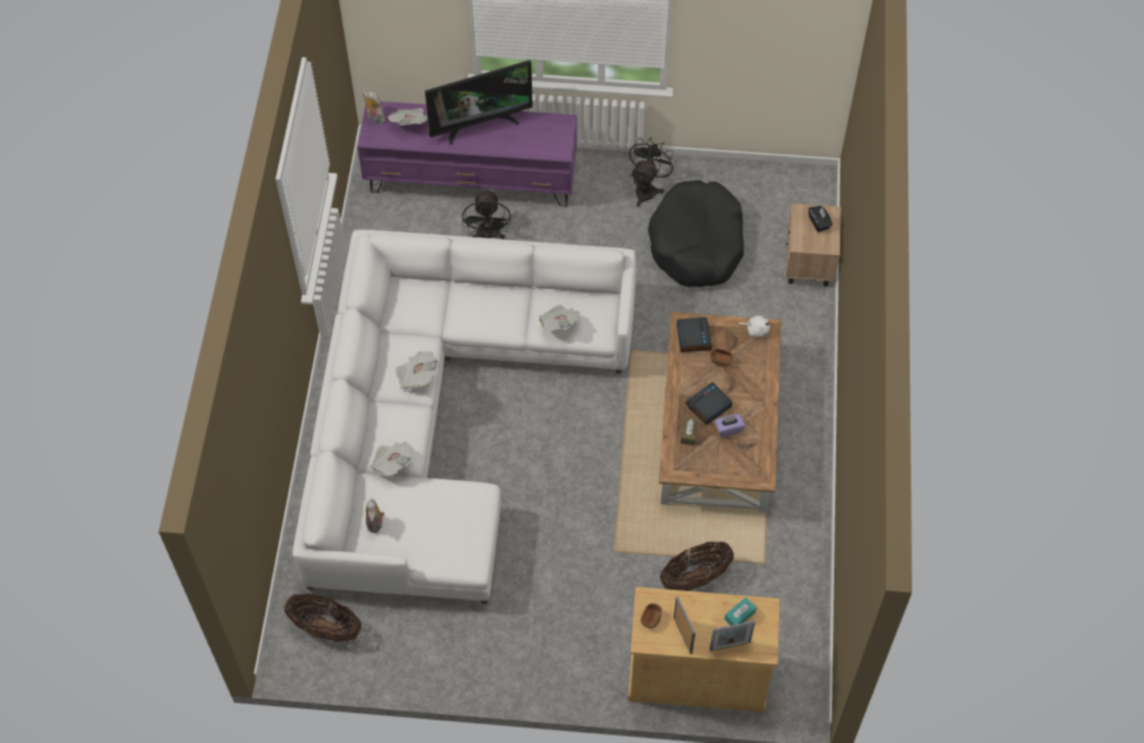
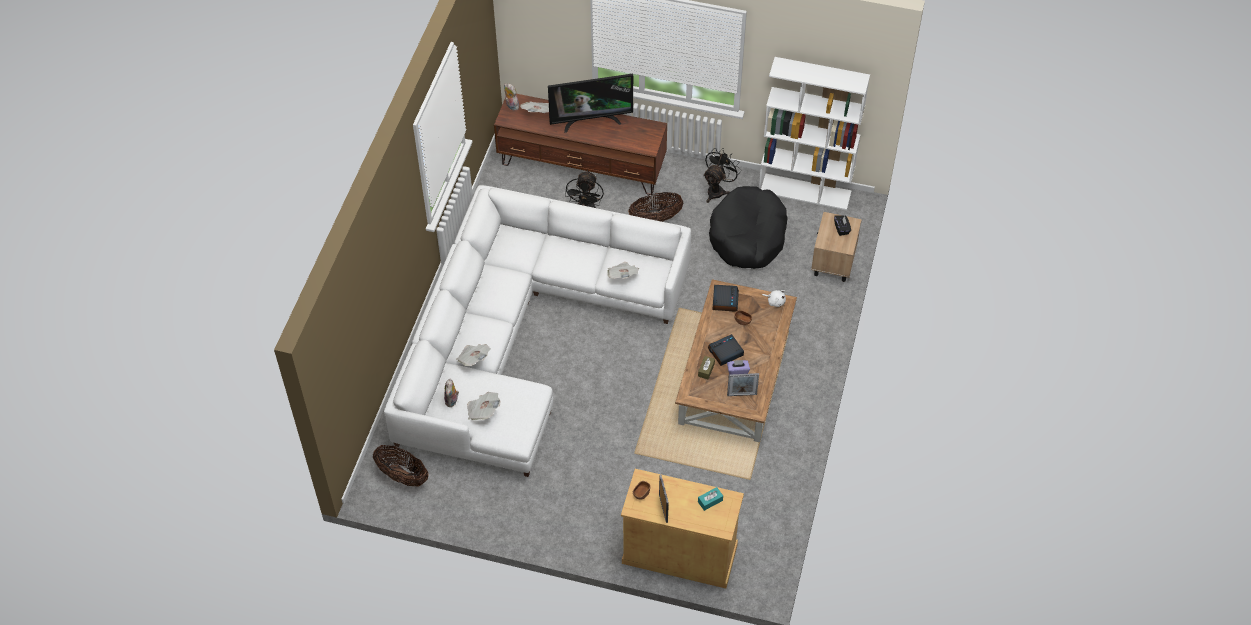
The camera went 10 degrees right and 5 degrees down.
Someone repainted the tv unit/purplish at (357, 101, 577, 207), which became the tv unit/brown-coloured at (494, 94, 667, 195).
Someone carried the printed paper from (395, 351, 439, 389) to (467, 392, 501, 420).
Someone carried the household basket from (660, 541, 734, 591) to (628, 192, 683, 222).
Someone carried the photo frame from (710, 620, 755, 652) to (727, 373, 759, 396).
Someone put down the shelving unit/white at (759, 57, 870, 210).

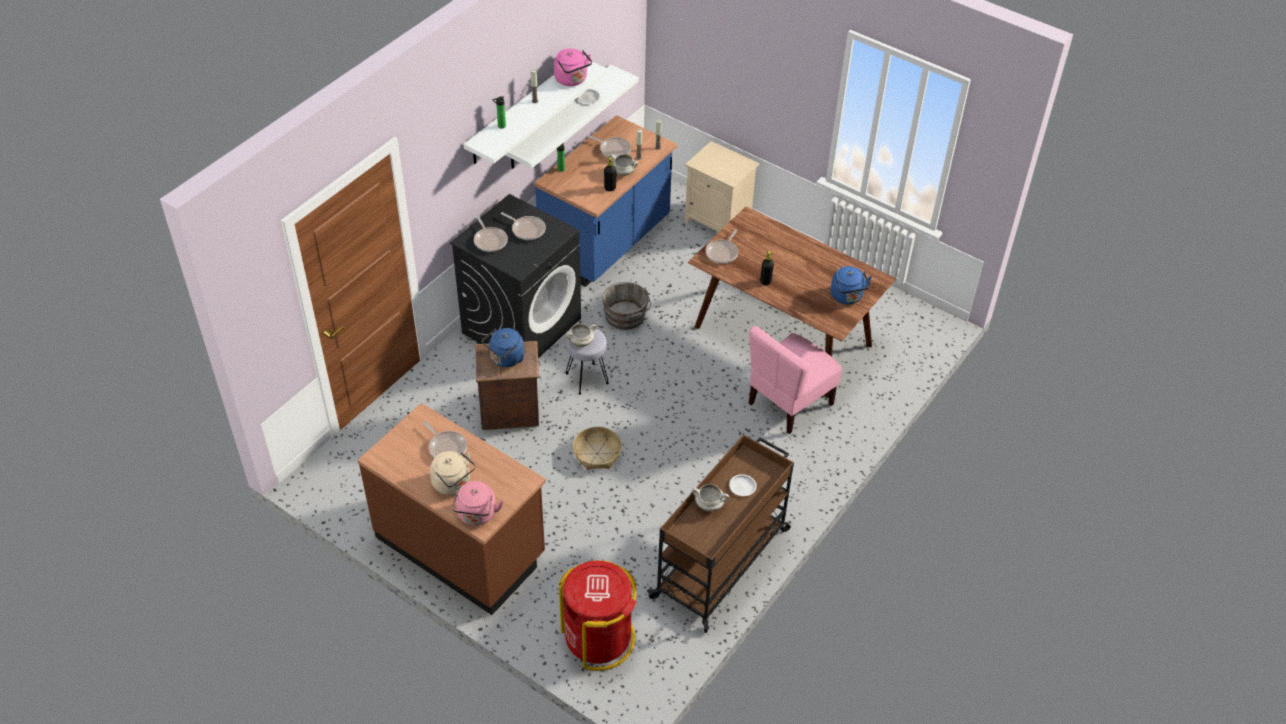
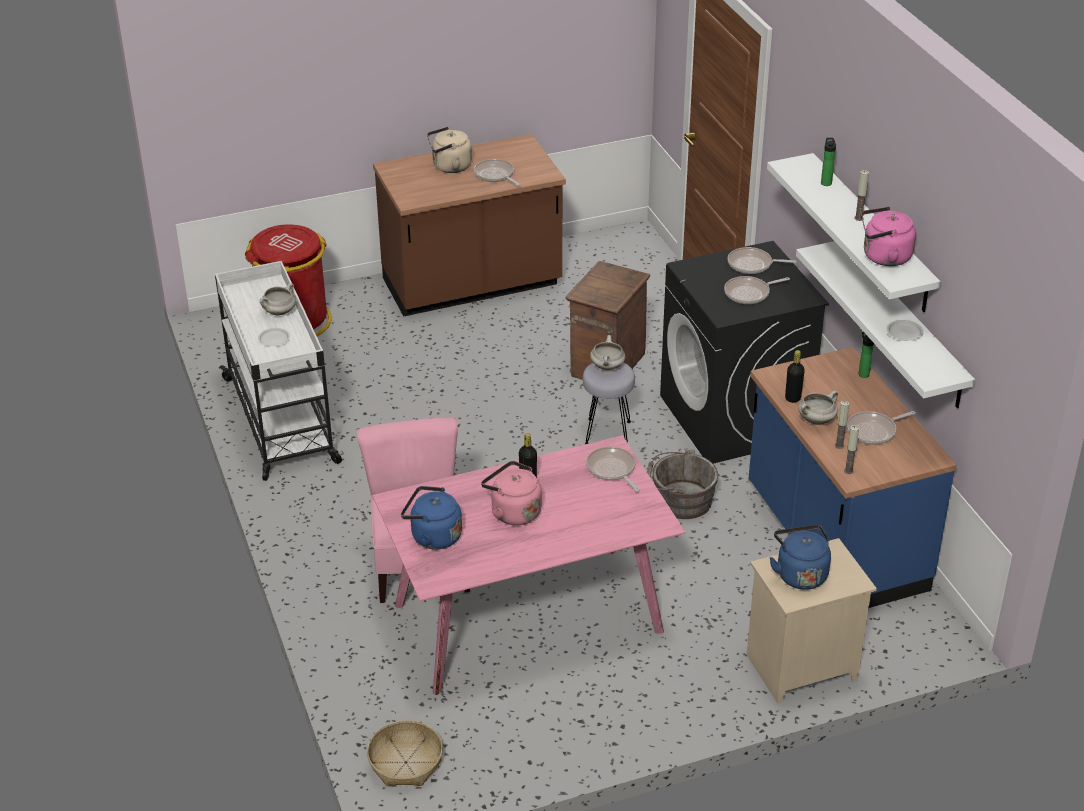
The camera went 125 degrees right and 10 degrees down.
Someone rotated the skillet at (423, 421, 467, 458) by 60 degrees clockwise.
Someone carried the tea kettle/pink from (452, 481, 504, 526) to (481, 461, 542, 525).
Someone carried the tea kettle/blue-coloured from (482, 328, 524, 367) to (769, 525, 831, 590).
Someone carried the household basket from (573, 427, 622, 470) to (367, 720, 443, 786).
Someone repainted the trolley/brown-coloured at (647, 434, 794, 633), which became the trolley/white at (215, 261, 342, 481).
Someone repainted the dinner table/brown-coloured at (688, 206, 896, 398), which became the dinner table/pink at (372, 435, 685, 695).

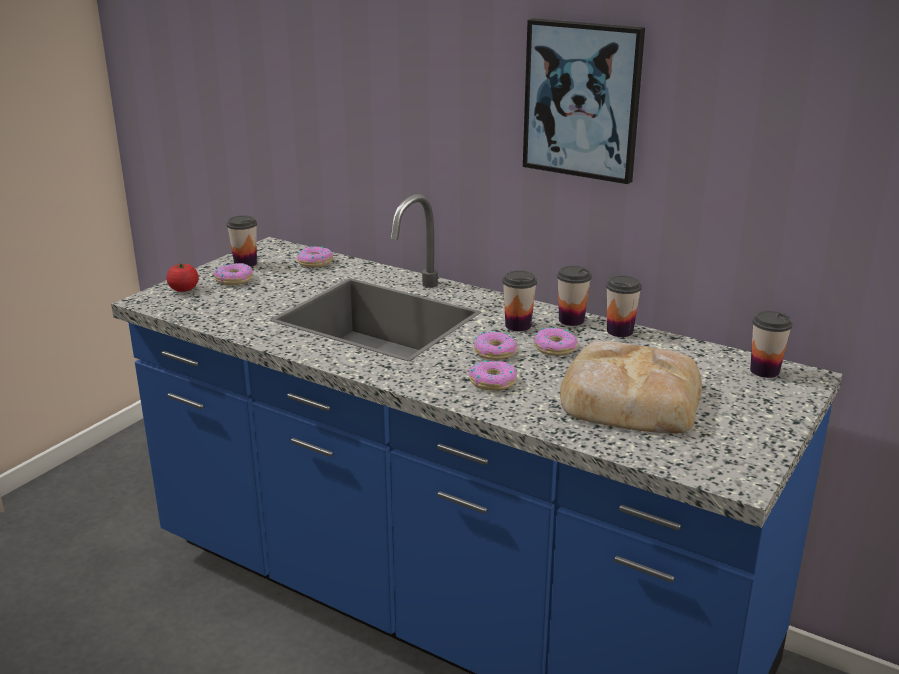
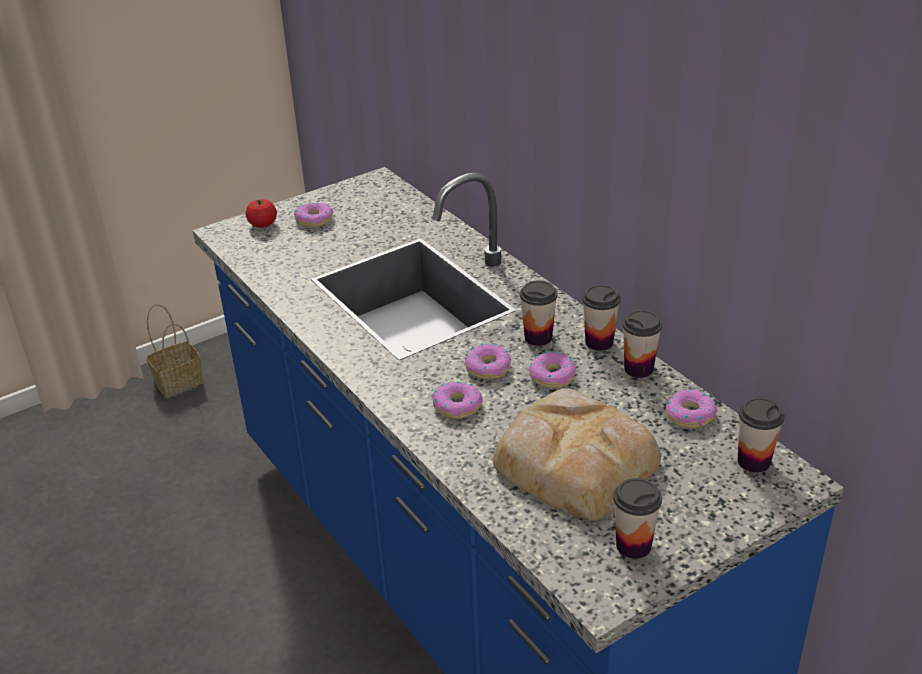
The camera went 25 degrees right and 10 degrees up.
Someone carried the small cup from (227, 215, 257, 267) to (613, 478, 662, 559).
Someone carried the doughnut from (297, 246, 333, 268) to (665, 389, 718, 429).
Someone took away the wall art at (523, 18, 645, 184).
Someone put down the household basket at (146, 304, 203, 397).

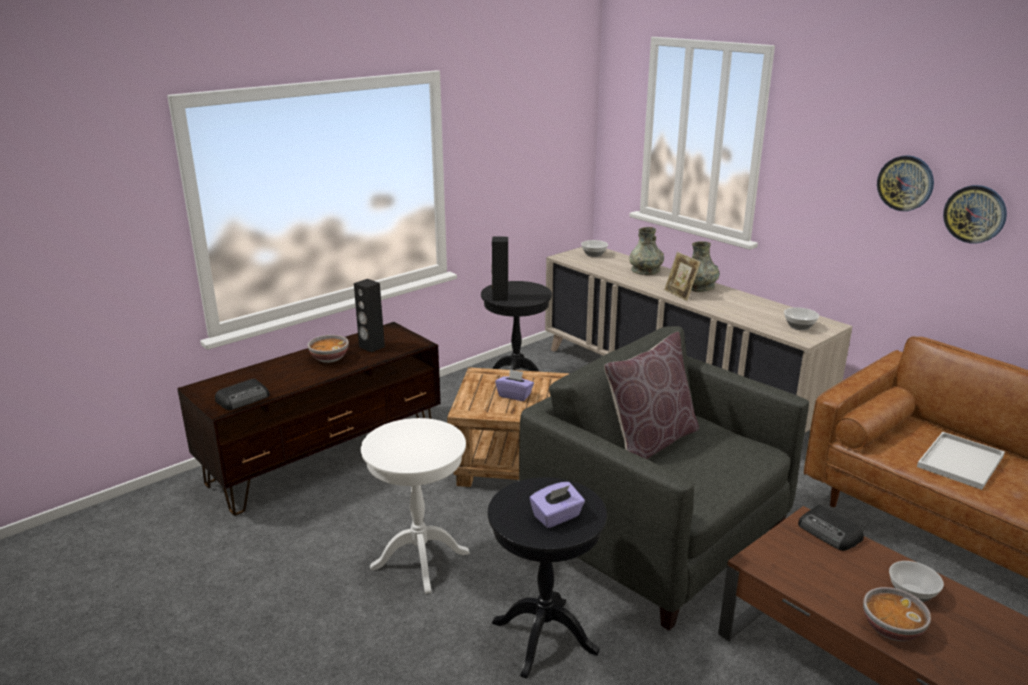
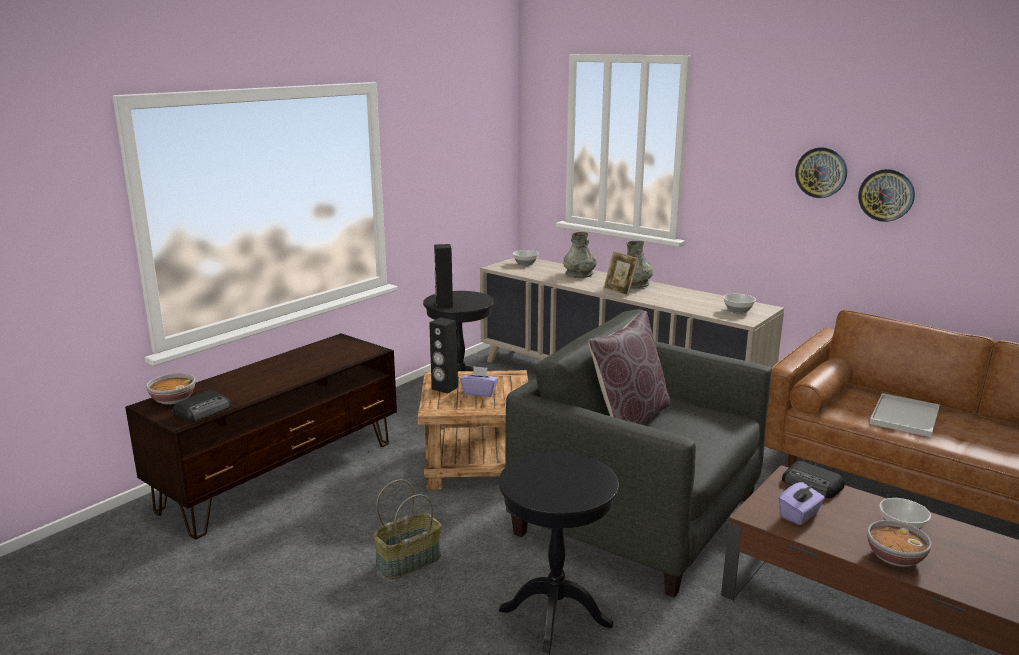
The camera went 10 degrees left and 5 degrees down.
Someone carried the bowl from (308, 335, 349, 363) to (146, 373, 195, 405).
Someone carried the speaker/black-coloured from (354, 279, 385, 352) to (429, 317, 458, 394).
Someone swapped the end table/white at (361, 418, 470, 594) for the household basket at (373, 479, 441, 579).
Someone carried the box of tissues/purplish from (530, 482, 585, 528) to (778, 482, 825, 525).

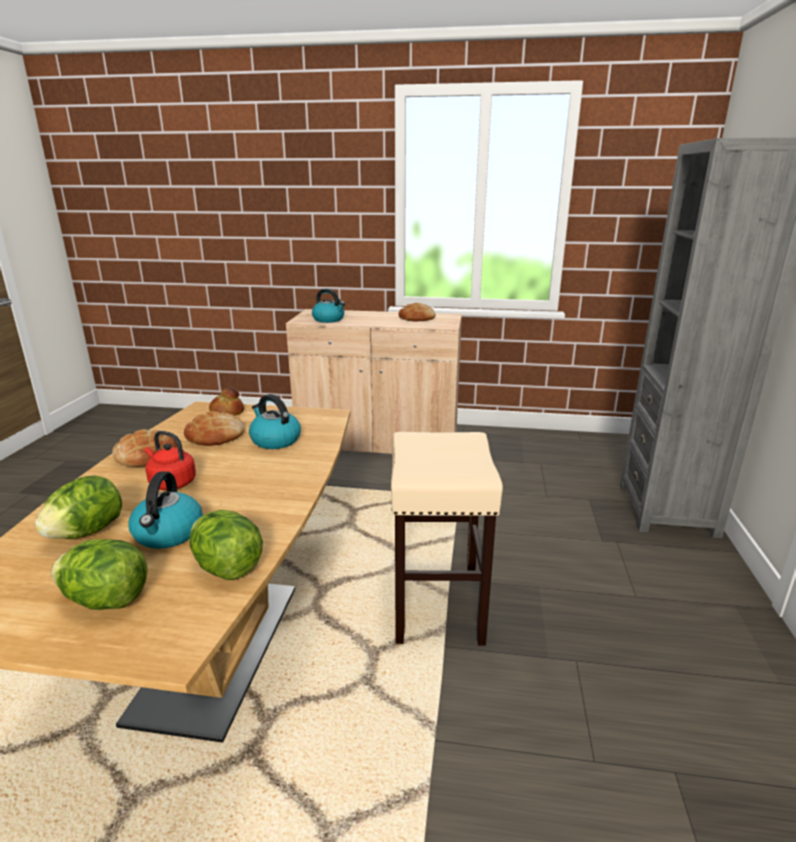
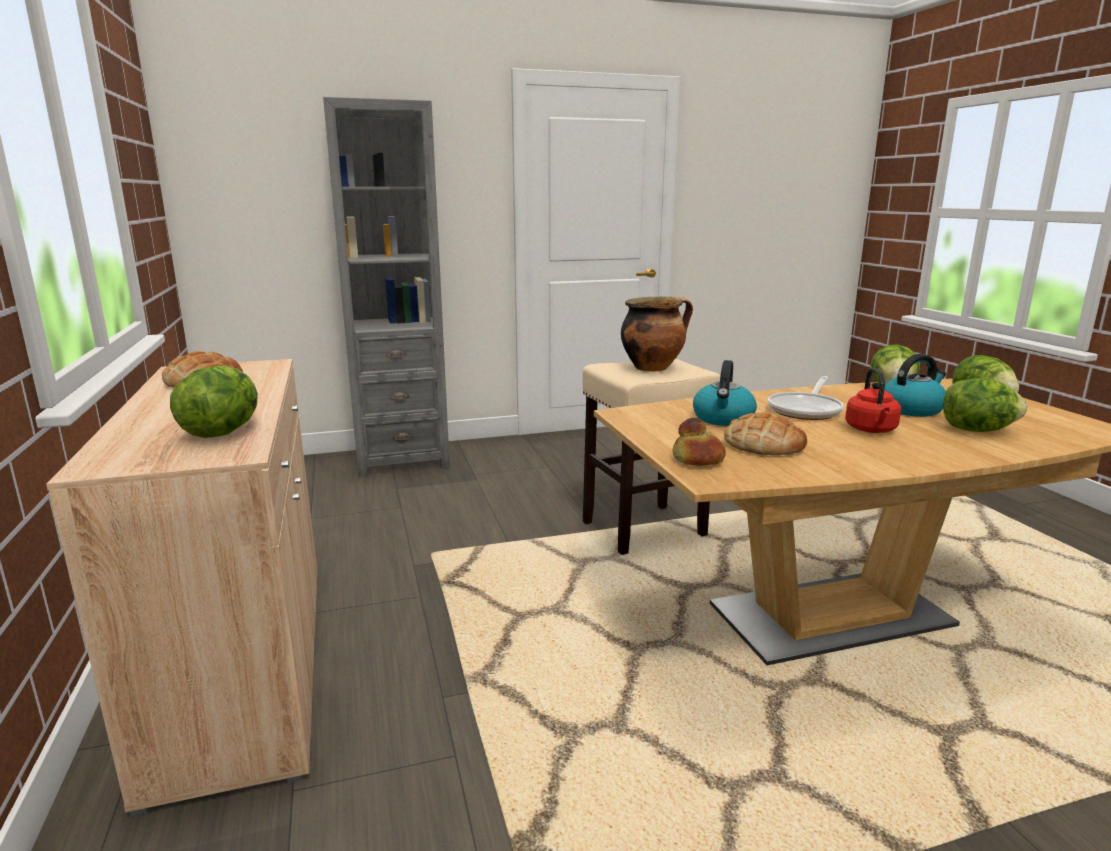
The camera went 115 degrees left and 5 degrees down.
Someone took away the bread at (112, 429, 177, 467).
Someone swapped the tea kettle at (312, 289, 345, 323) for the head of lettuce at (170, 365, 258, 438).
Someone put down the stockpot at (621, 297, 693, 372).
Someone put down the skillet at (768, 376, 844, 420).

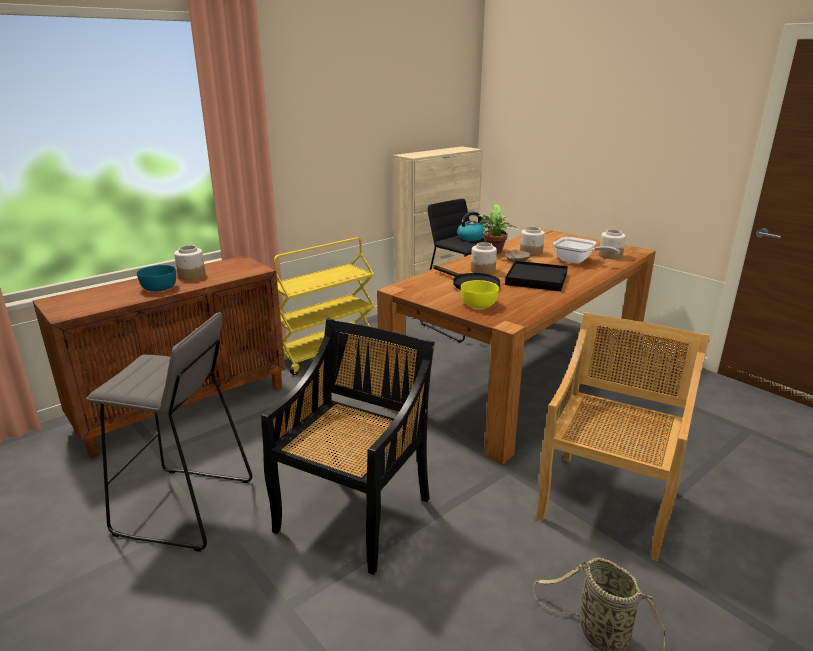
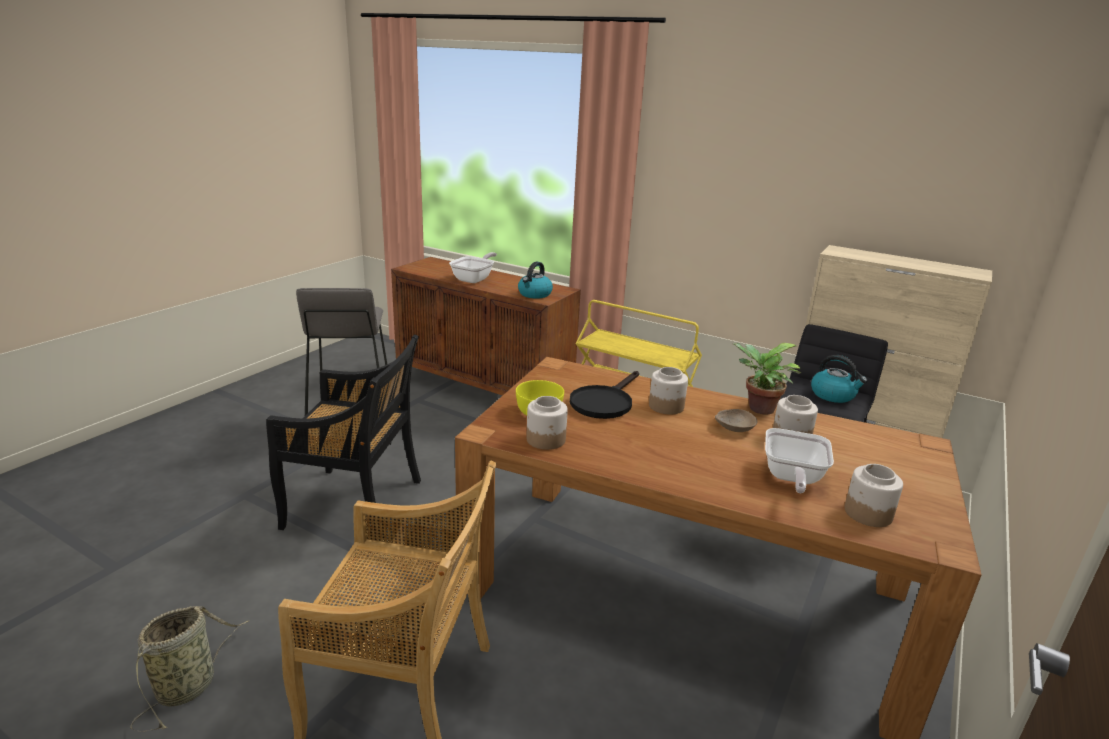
The camera went 70 degrees right and 0 degrees up.
Someone swapped the bowl/turquoise at (136, 265, 176, 292) for the skillet at (449, 252, 497, 283).
Someone carried the storage jar from (174, 245, 205, 280) to (526, 396, 568, 450).
Someone took away the serving tray/black-coloured at (505, 261, 568, 291).
Someone put down the tea kettle at (518, 262, 553, 299).

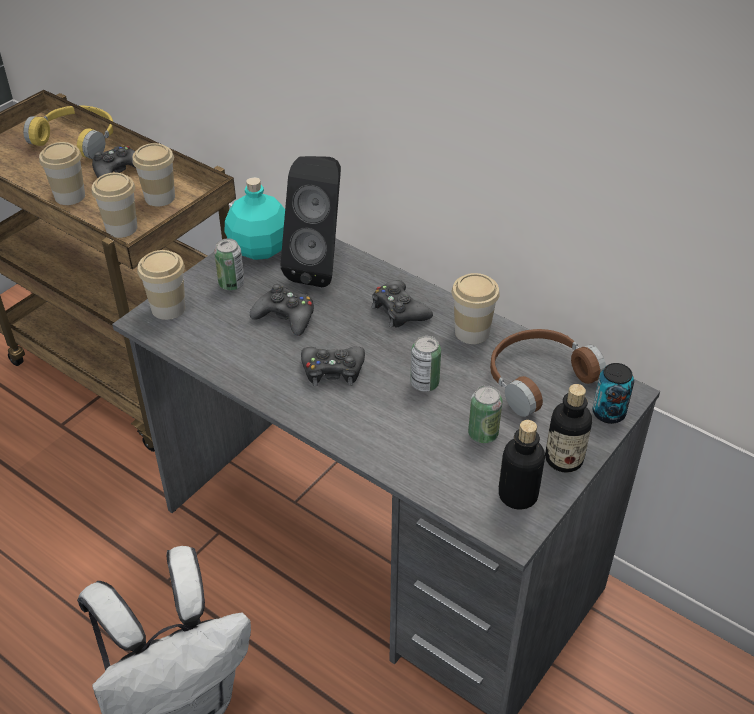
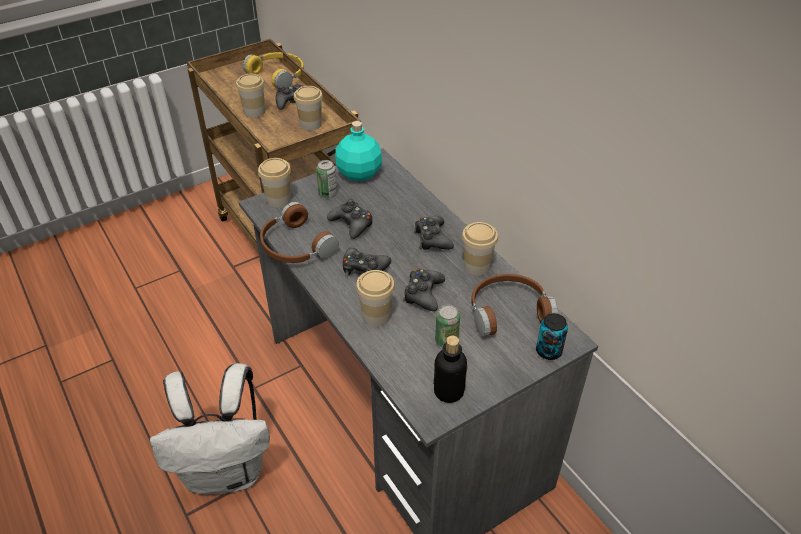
The camera went 20 degrees right and 0 degrees up.
Someone carried the small cup from (92, 173, 137, 238) to (356, 270, 395, 326).
Someone took away the speaker/black-coloured at (281, 156, 341, 287).
Someone swapped the sealed can at (410, 336, 441, 392) for the gamepad/black-coloured at (403, 269, 445, 311).
Someone took away the bottle at (545, 384, 592, 473).
Someone put down the pair of headphones/brown-coloured at (260, 202, 339, 263).

